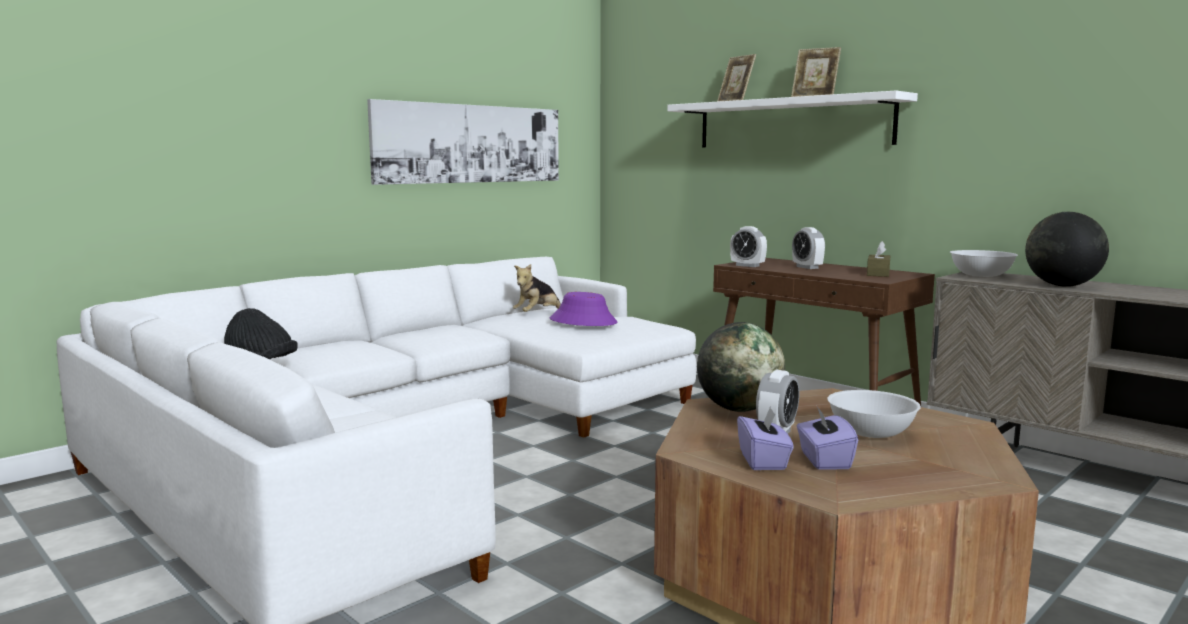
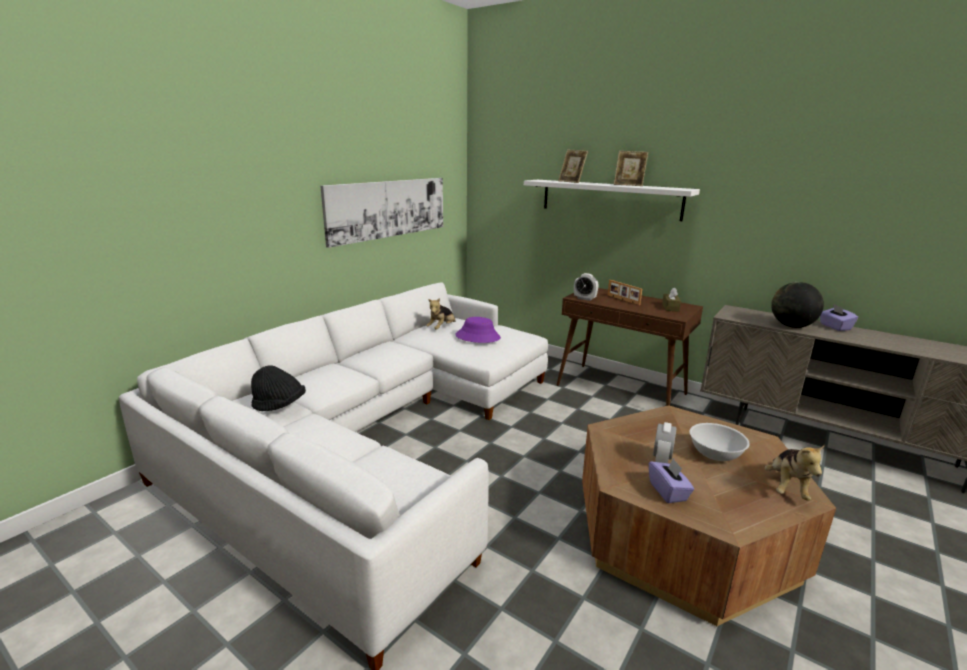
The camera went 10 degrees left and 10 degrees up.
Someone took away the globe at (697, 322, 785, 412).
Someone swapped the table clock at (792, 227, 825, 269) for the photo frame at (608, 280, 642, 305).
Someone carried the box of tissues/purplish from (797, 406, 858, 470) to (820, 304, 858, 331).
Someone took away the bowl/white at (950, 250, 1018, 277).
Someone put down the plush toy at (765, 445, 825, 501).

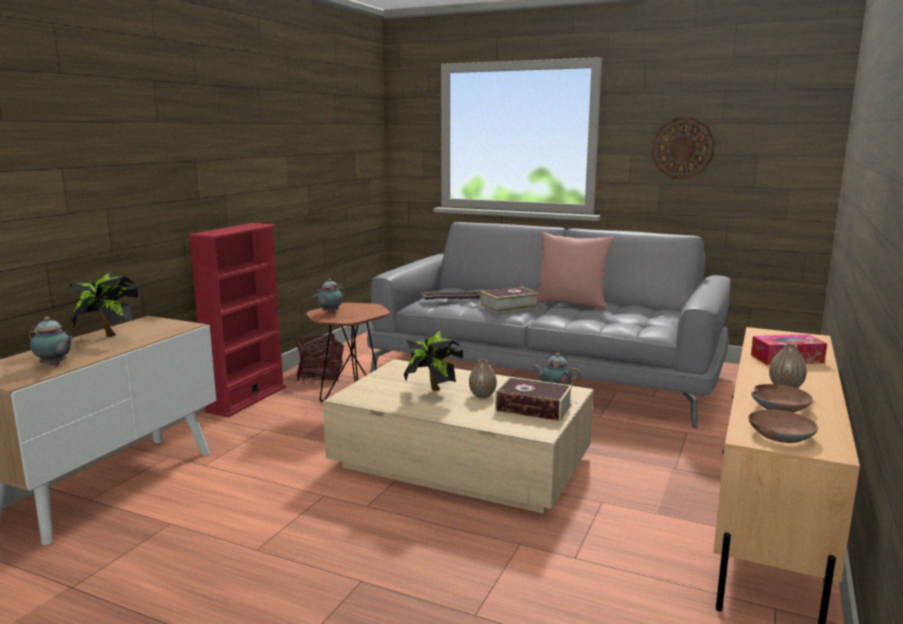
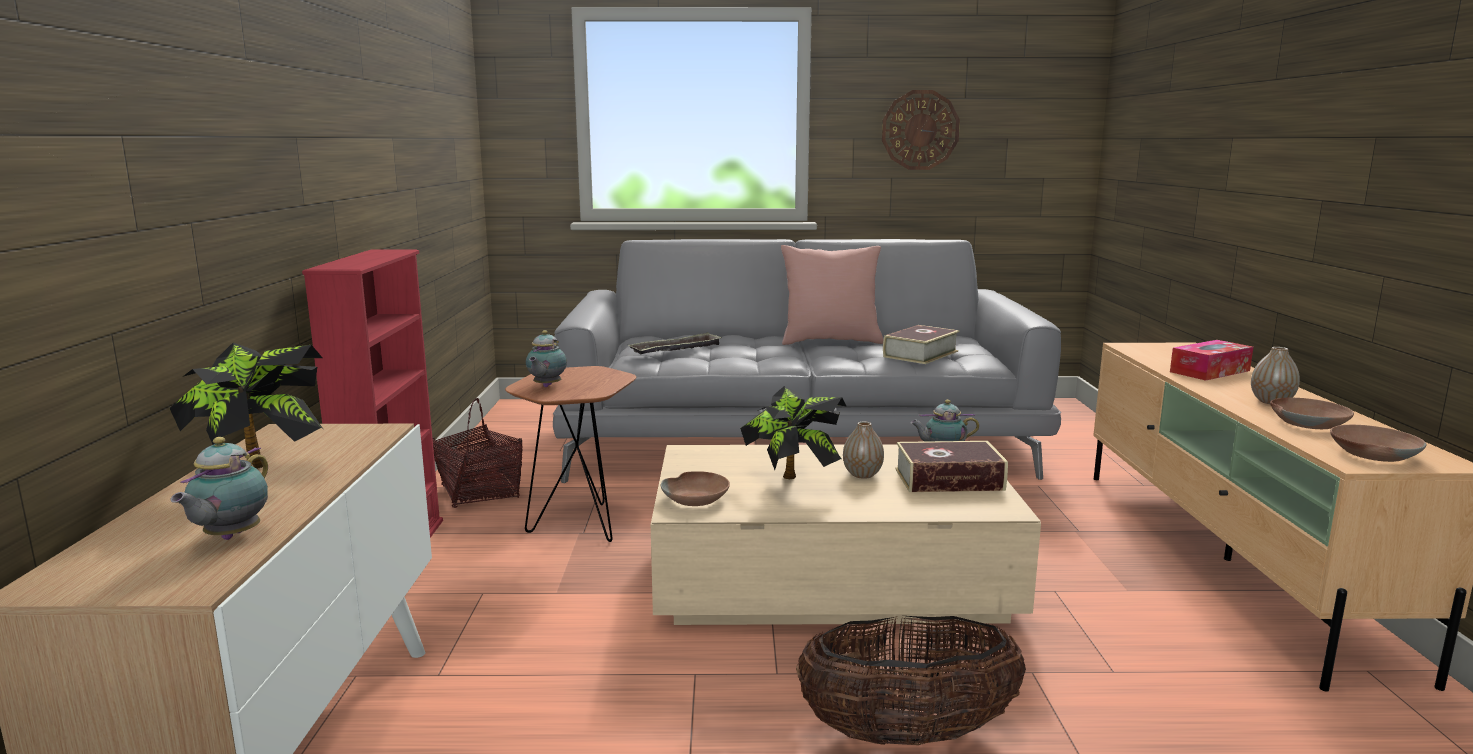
The camera went 25 degrees left and 0 degrees up.
Someone rotated the teapot at (29, 317, 74, 366) by 105 degrees clockwise.
Someone carried the volume from (480, 287, 539, 313) to (883, 325, 959, 364).
Someone put down the bowl/brown-coloured at (661, 471, 730, 506).
Someone put down the household basket at (796, 616, 1026, 745).

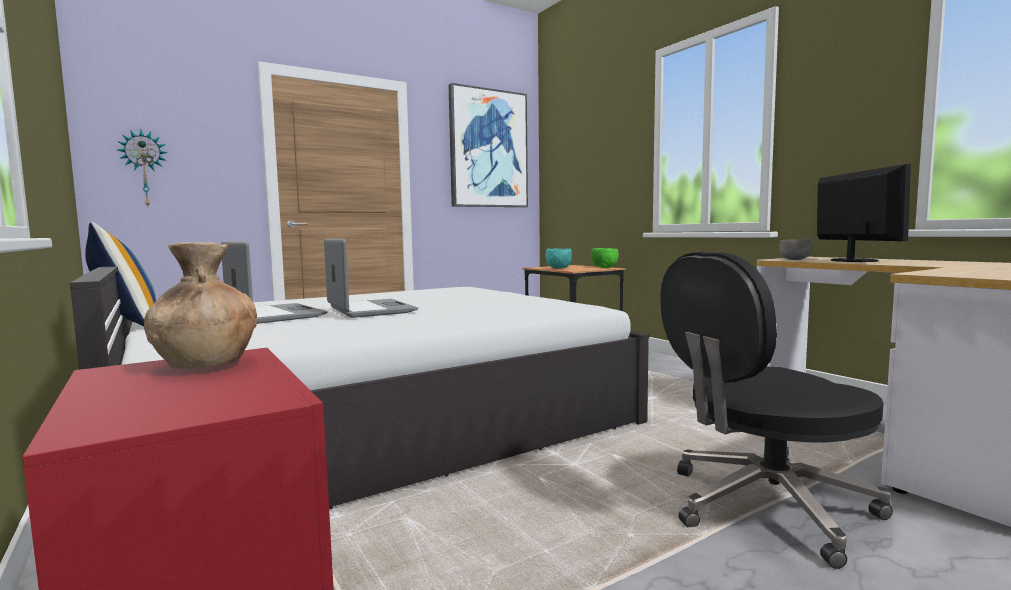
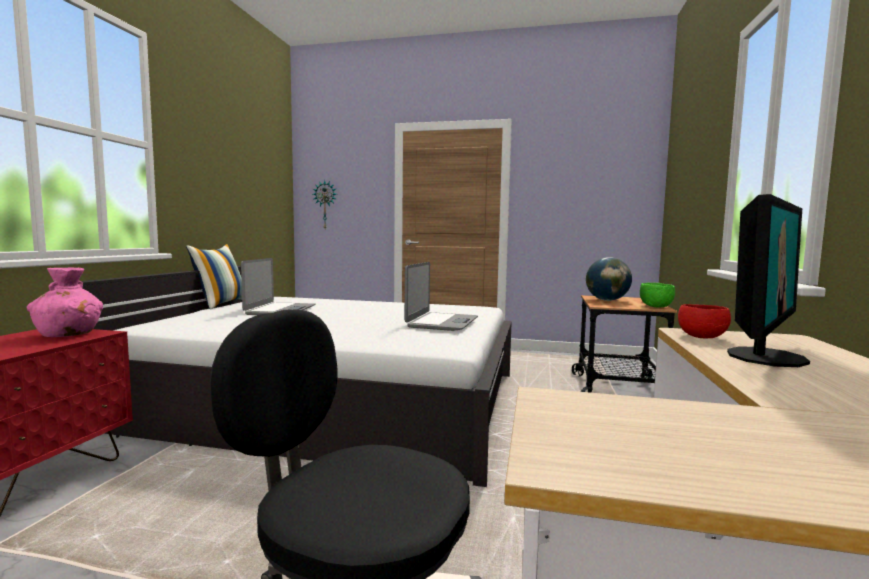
The camera went 45 degrees right and 0 degrees up.
Someone repainted the flower vase/brown-coloured at (144, 242, 257, 369), which became the flower vase/pink at (26, 268, 103, 337).
Someone carried the laptop from (324, 239, 418, 318) to (405, 262, 478, 331).
Someone took away the wall art at (448, 83, 528, 207).
Someone swapped the bowl/turquoise at (545, 248, 572, 268) for the globe at (586, 257, 632, 301).
Someone repainted the bowl/gray at (779, 239, 813, 260), which became the bowl/red at (678, 304, 731, 338).

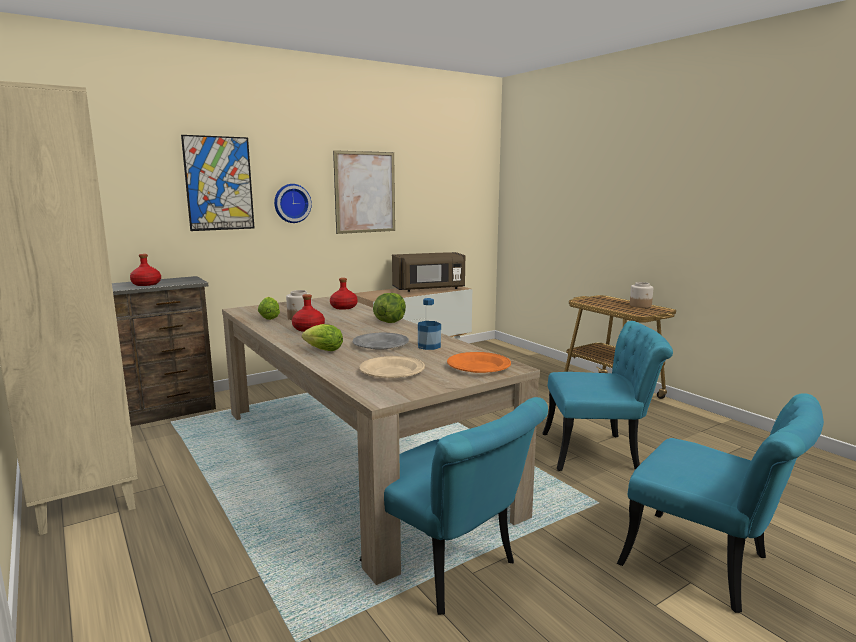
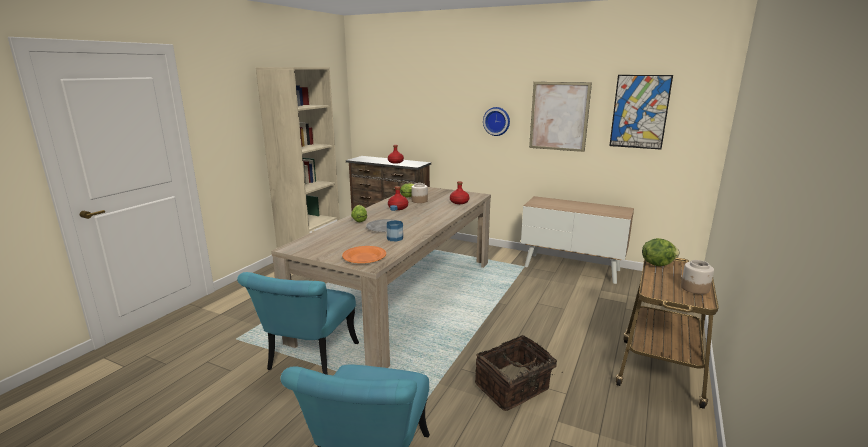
The camera went 60 degrees right and 5 degrees up.
Someone carried the wall art from (181, 135, 254, 231) to (609, 75, 673, 150).
Someone took away the dinner plate/beige-coloured at (359, 356, 425, 378).
Someone carried the head of lettuce from (373, 293, 406, 323) to (642, 238, 680, 266).
Someone took away the microwave oven/brown-coloured at (392, 252, 465, 292).
Someone swapped the plain chair/turquoise at (542, 321, 673, 471) for the household basket at (475, 335, 563, 411).

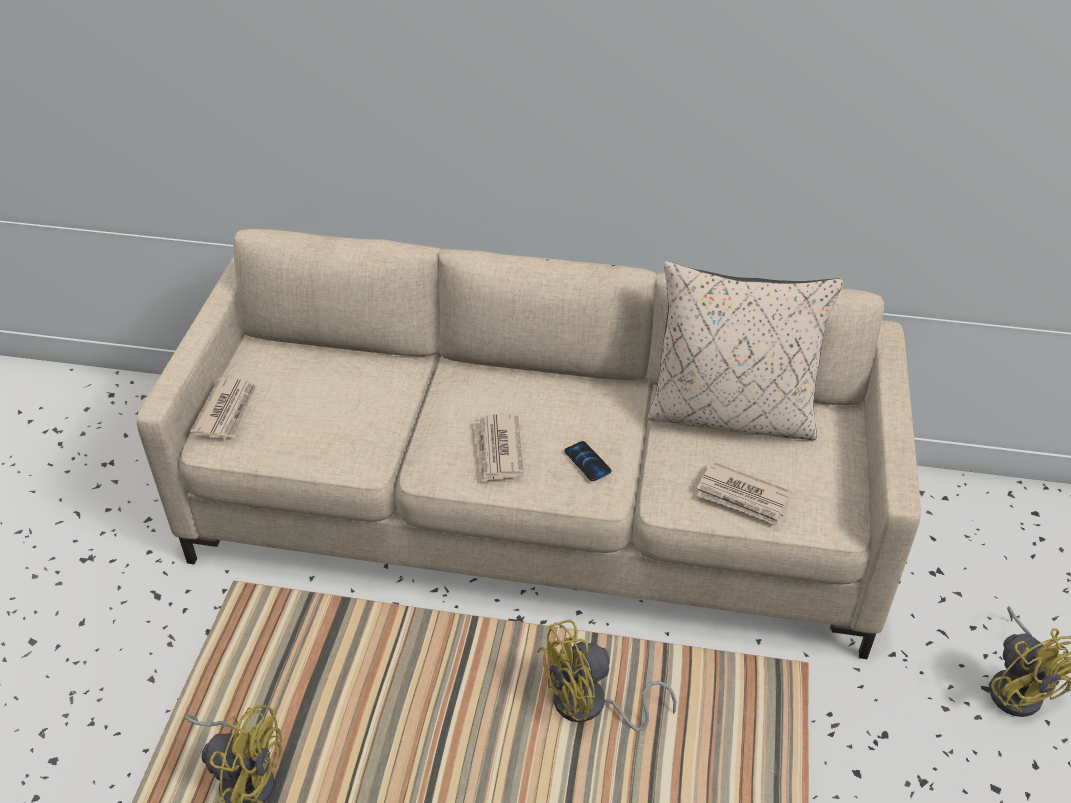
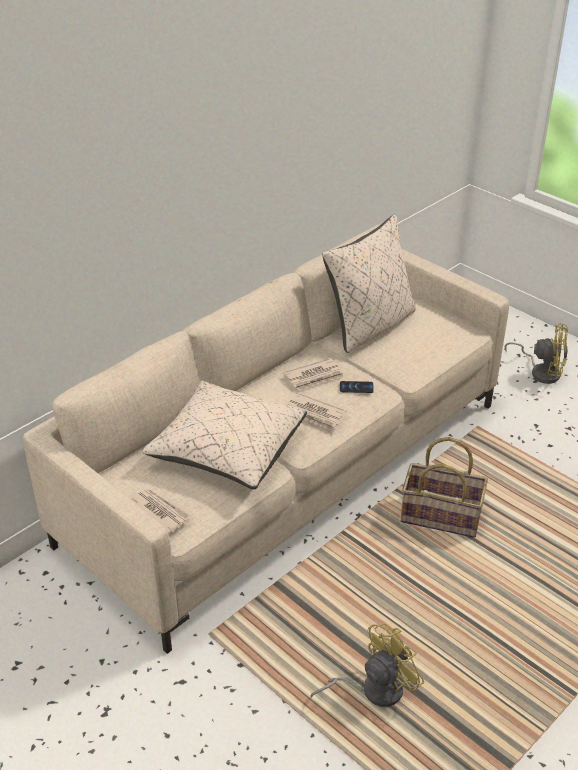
The camera went 55 degrees left and 5 degrees down.
Someone swapped the fan/yellowish at (537, 620, 676, 731) for the household basket at (401, 437, 488, 538).
Someone carried the printed paper from (697, 462, 792, 526) to (283, 358, 345, 390).
Someone put down the cushion/beige-coloured at (142, 380, 307, 490).

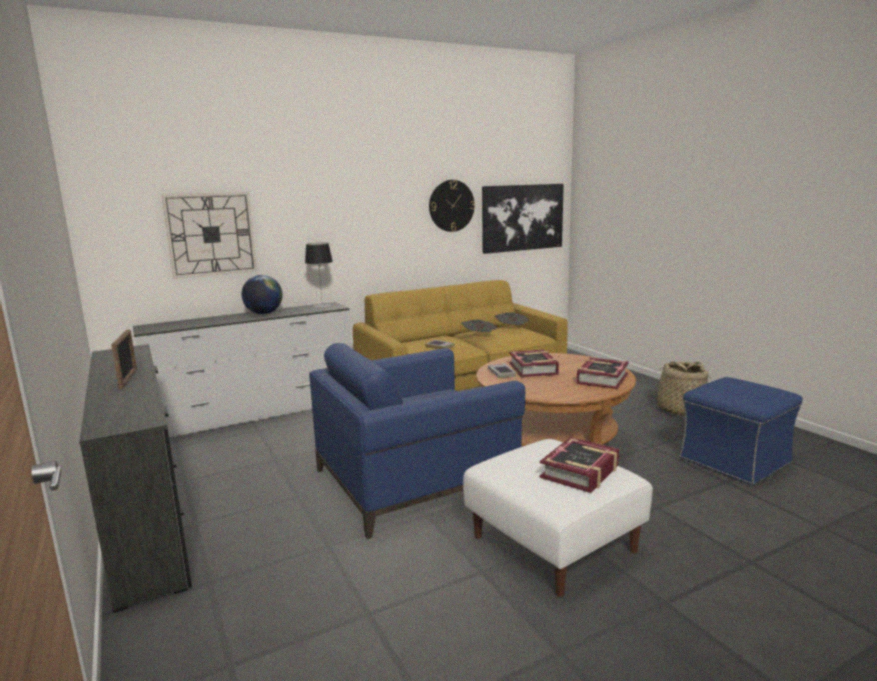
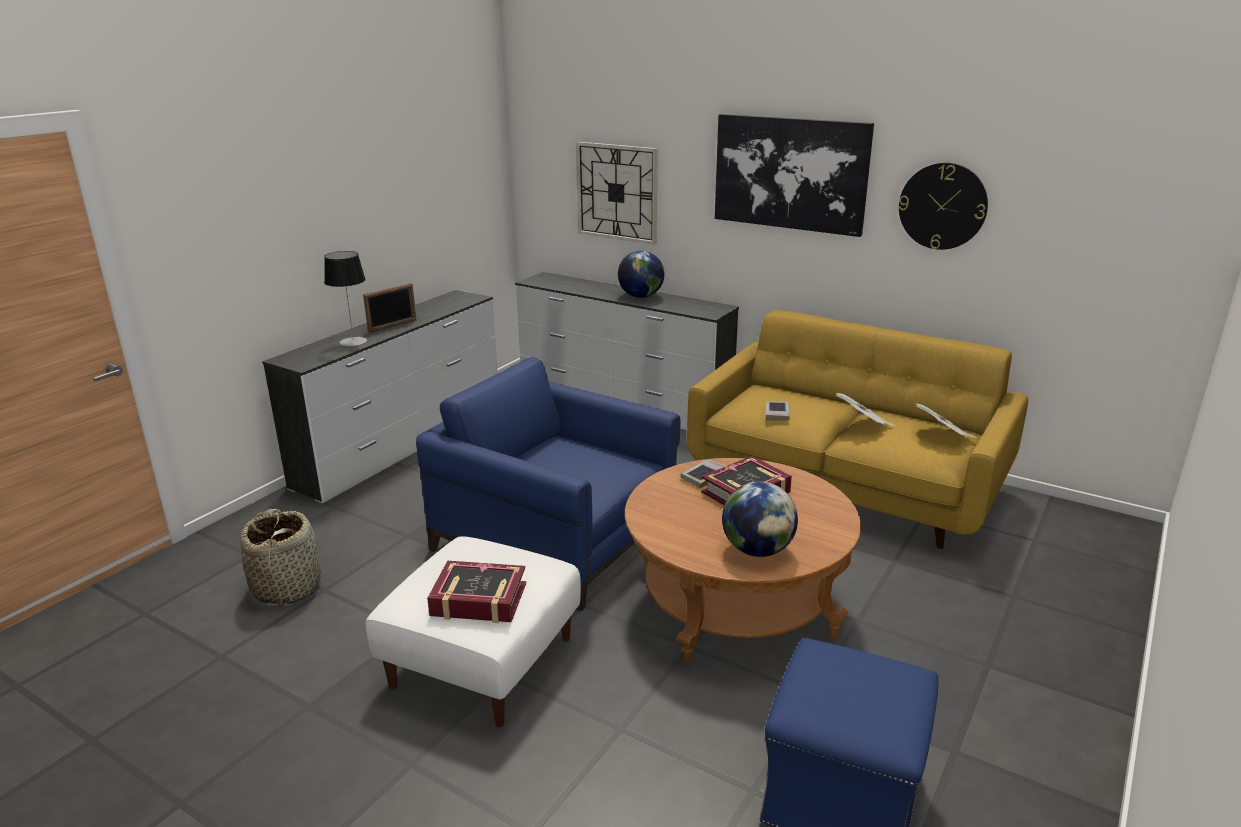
The camera went 60 degrees right and 10 degrees up.
Someone repainted the chest of drawers/black-coloured at (79, 344, 192, 613), which became the chest of drawers/white at (262, 290, 497, 503).
Someone carried the lamp for a table from (305, 243, 333, 308) to (324, 251, 367, 346).
Someone carried the wall art from (482, 184, 564, 254) to (715, 114, 874, 237).
Someone swapped the volume at (577, 357, 629, 389) for the globe at (722, 481, 798, 557).
Someone carried the household basket from (647, 361, 712, 416) to (241, 509, 321, 605).

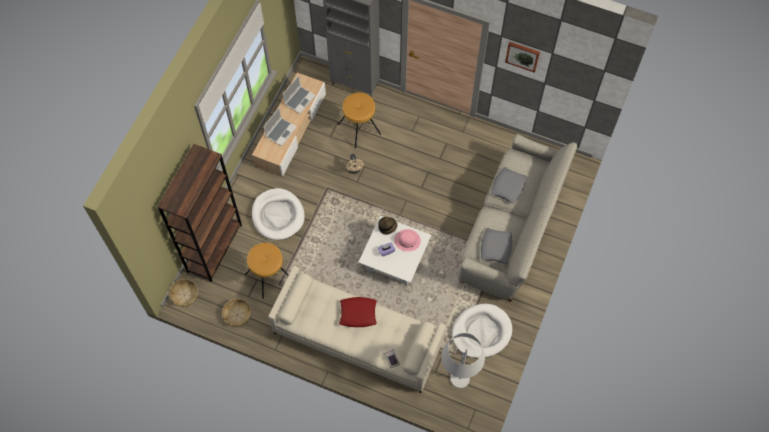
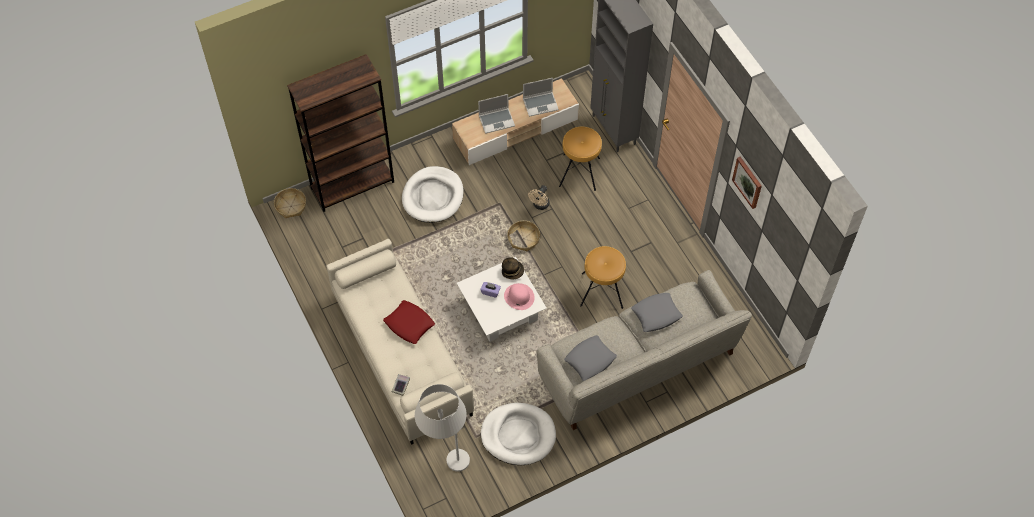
The camera went 40 degrees right and 5 degrees down.
Someone carried the household basket from (222, 299, 251, 327) to (507, 221, 540, 251).
Someone carried the sitting stool/brown-coloured from (245, 243, 289, 299) to (580, 246, 626, 309).

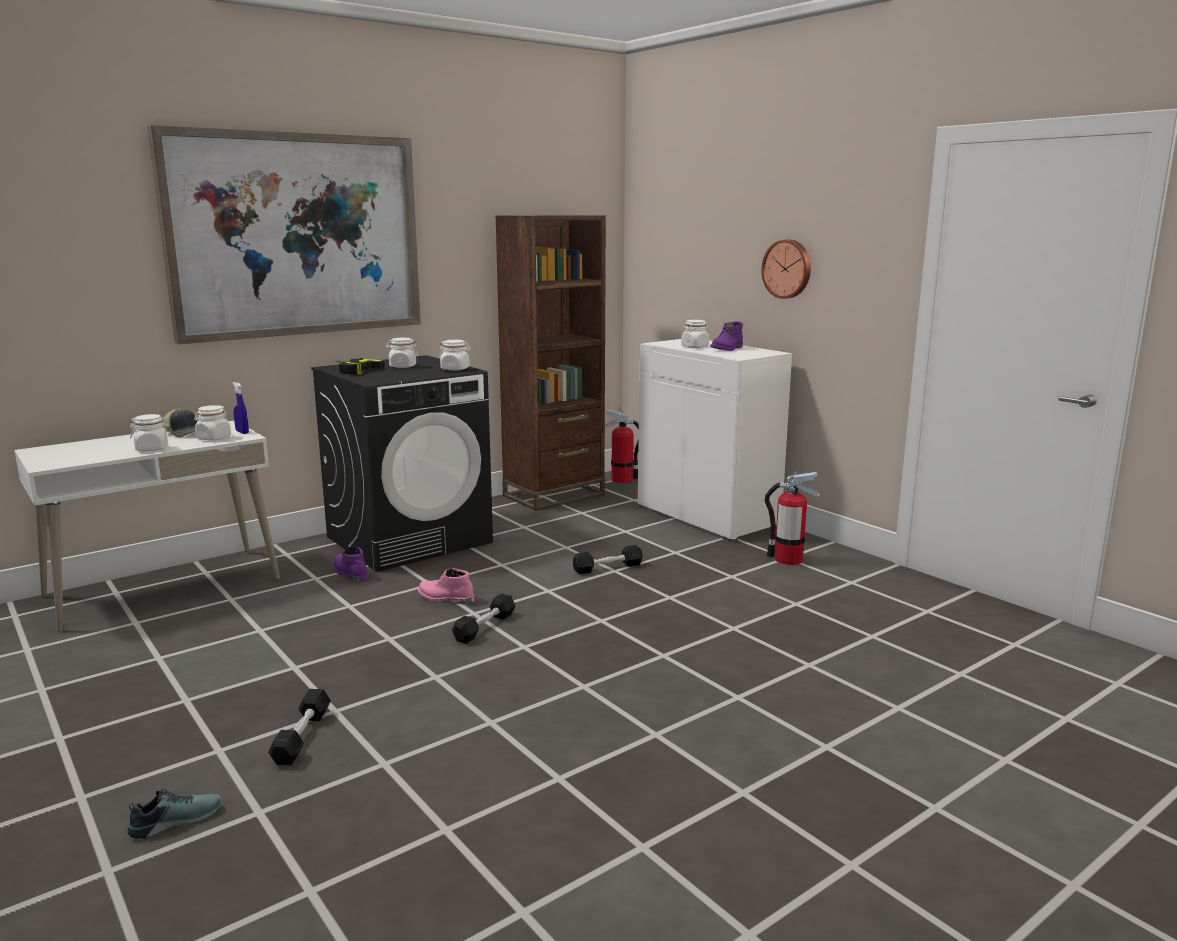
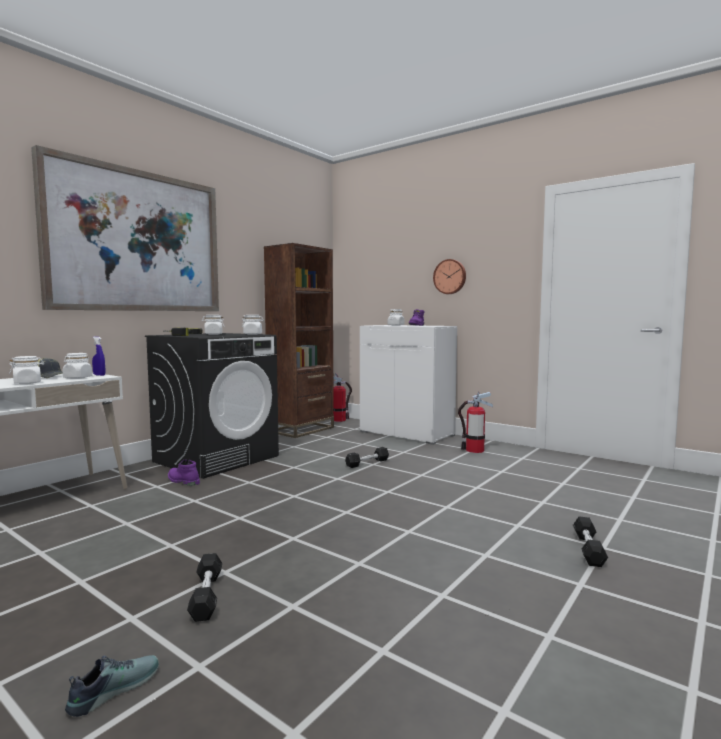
The camera went 15 degrees left and 10 degrees down.
Someone took away the high-top boot/pink at (418, 568, 474, 604).
Someone carried the hand weight/black-coloured from (452, 593, 515, 644) to (573, 517, 608, 567).

